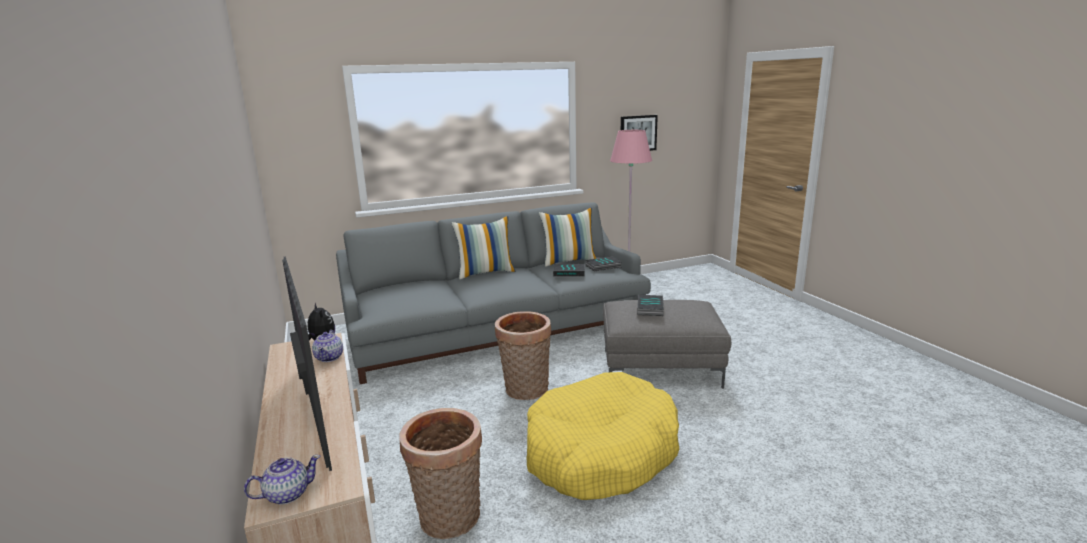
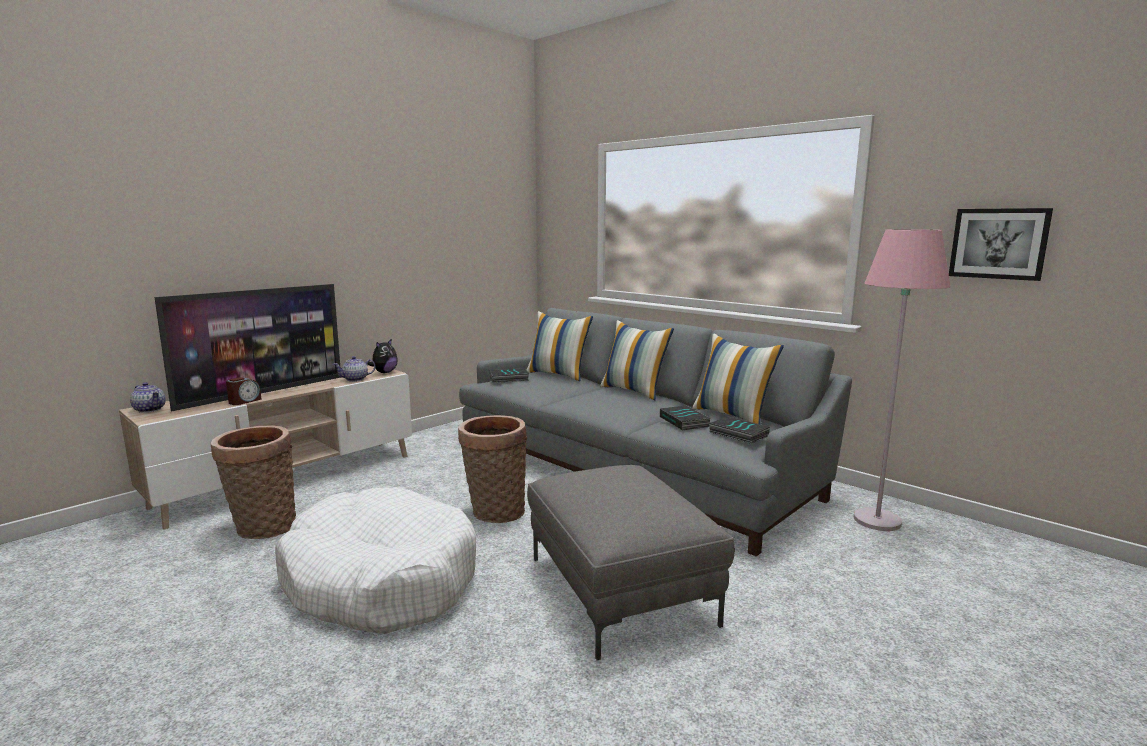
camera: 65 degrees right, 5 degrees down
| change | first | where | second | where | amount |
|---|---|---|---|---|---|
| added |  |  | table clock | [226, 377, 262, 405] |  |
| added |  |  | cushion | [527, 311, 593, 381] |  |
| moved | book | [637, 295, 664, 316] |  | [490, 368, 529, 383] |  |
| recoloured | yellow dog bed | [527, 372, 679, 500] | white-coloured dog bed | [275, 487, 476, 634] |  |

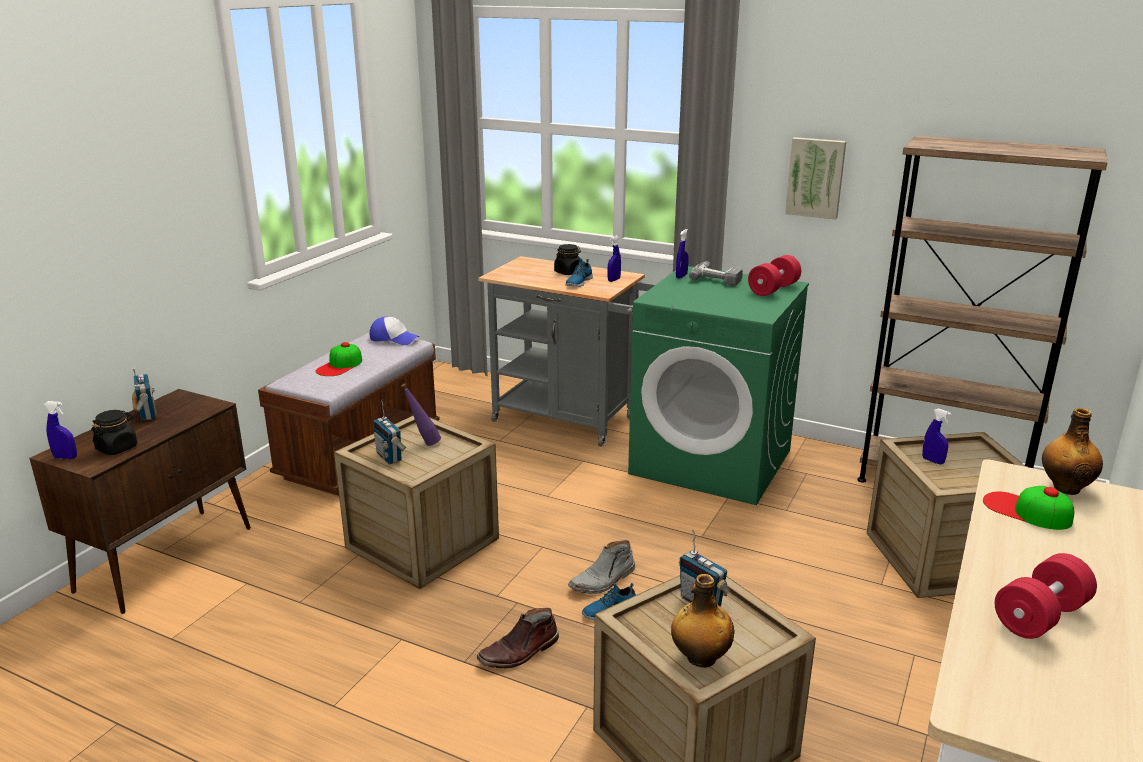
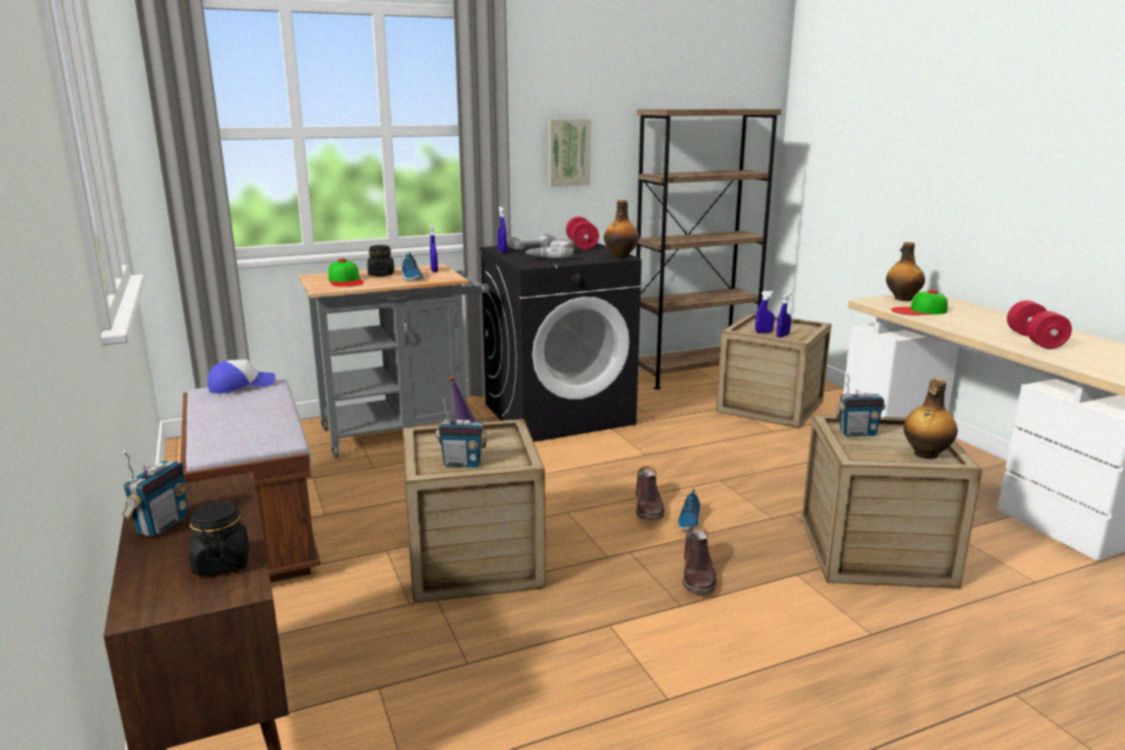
camera: 50 degrees left, 5 degrees down
| change | first | where | second | where | amount |
|---|---|---|---|---|---|
| added |  |  | power drill | [525, 239, 574, 259] |  |
| added |  |  | drink bottle | [604, 200, 639, 259] |  |
| moved | bluish hand sprayer | [44, 401, 77, 459] |  | [777, 293, 792, 337] |  |
| moved | cap | [316, 342, 362, 376] |  | [328, 259, 364, 287] |  |
| recoloured | grey high-top boot | [568, 540, 635, 594] | brown-coloured high-top boot | [636, 466, 665, 519] |  |
| recoloured | greenish laundry appliance | [628, 266, 809, 505] | black-coloured laundry appliance | [479, 243, 642, 442] |  |
| turned | radio receiver | [132, 367, 157, 421] |  | [122, 451, 187, 537] | 90 degrees clockwise |

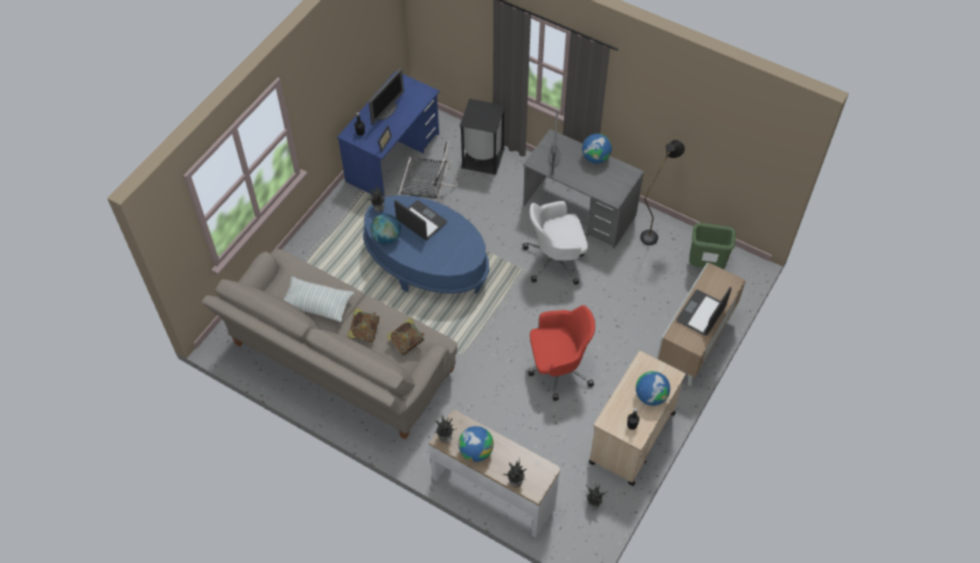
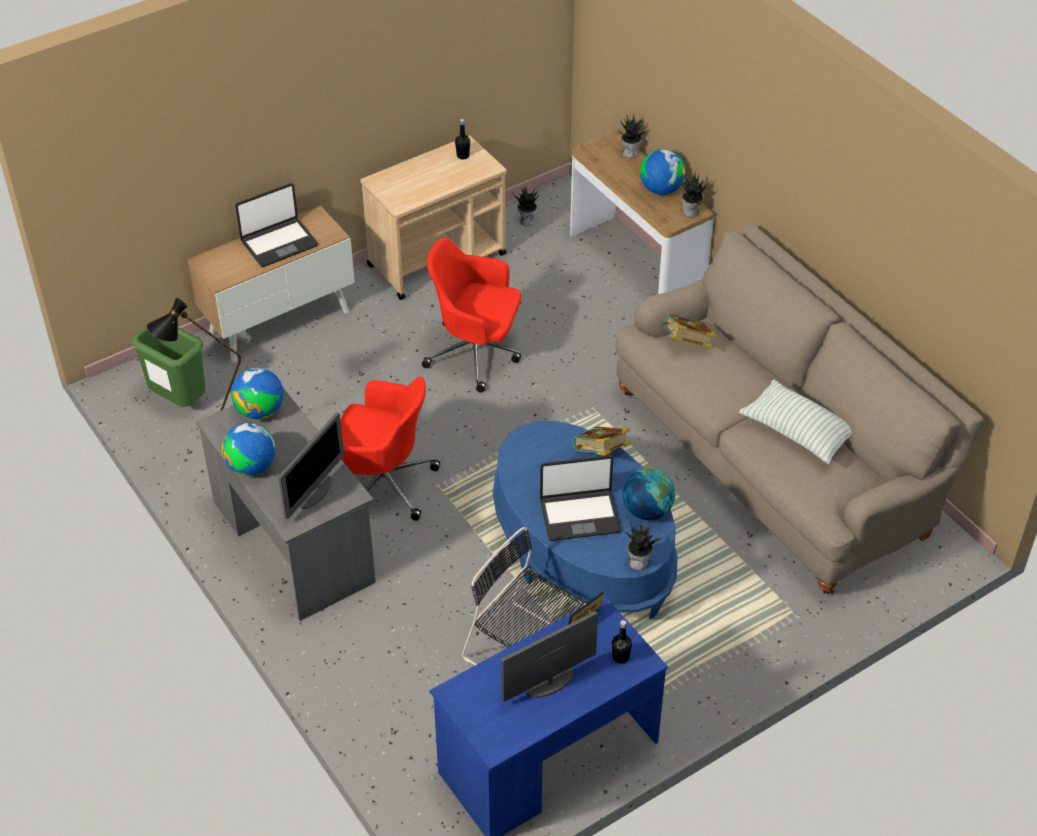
camera: 155 degrees left, 10 degrees down
| change | first | where | second | where | amount |
|---|---|---|---|---|---|
| removed | black-coloured rubbish bin | [460, 99, 505, 175] |  |  |  |
| moved | book | [347, 308, 379, 342] |  | [573, 426, 631, 456] |  |
| moved | world globe | [636, 371, 670, 406] |  | [231, 368, 283, 419] |  |
| recoloured | white-coloured office chair | [523, 201, 588, 285] | red-coloured office chair | [340, 377, 440, 521] |  |
| turned | laptop | [394, 200, 447, 240] |  | [540, 455, 621, 541] | 75 degrees counterclockwise |

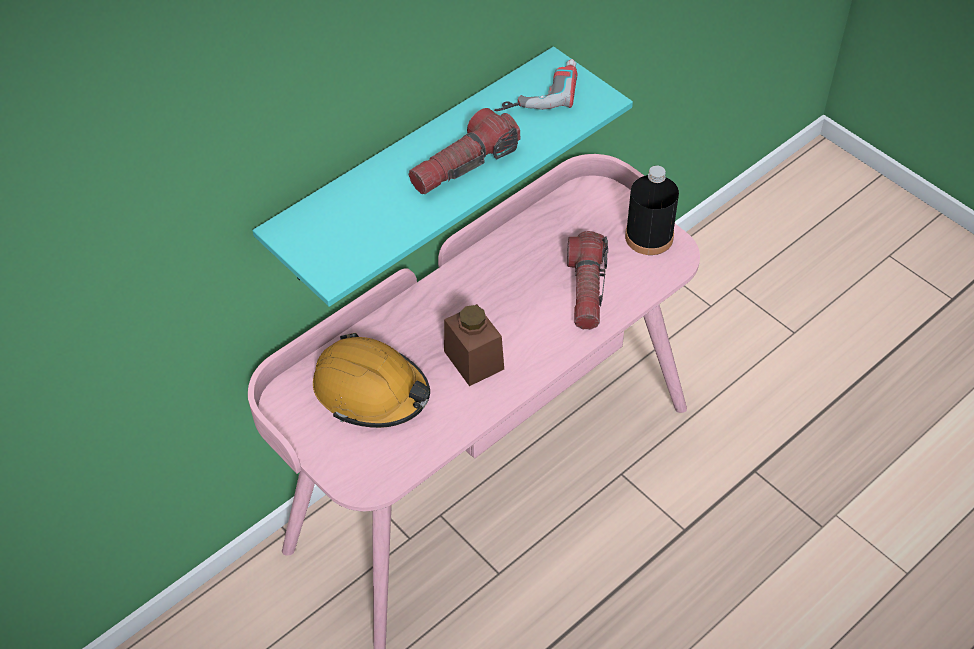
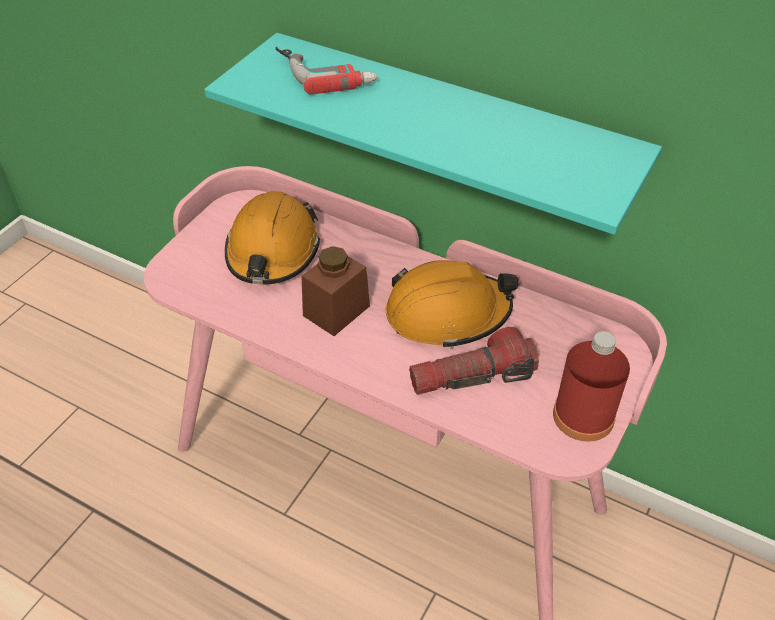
camera: 70 degrees right, 5 degrees down
| change | first | where | second | where | amount |
|---|---|---|---|---|---|
| removed | hand torch | [409, 108, 520, 194] |  |  |  |
| added |  |  | orangey work helmet | [386, 260, 518, 349] |  |
| moved | power drill | [494, 59, 577, 111] |  | [276, 47, 378, 95] |  |
| recoloured | black-coloured drink bottle | [625, 166, 679, 255] | red-coloured drink bottle | [553, 331, 630, 442] |  |

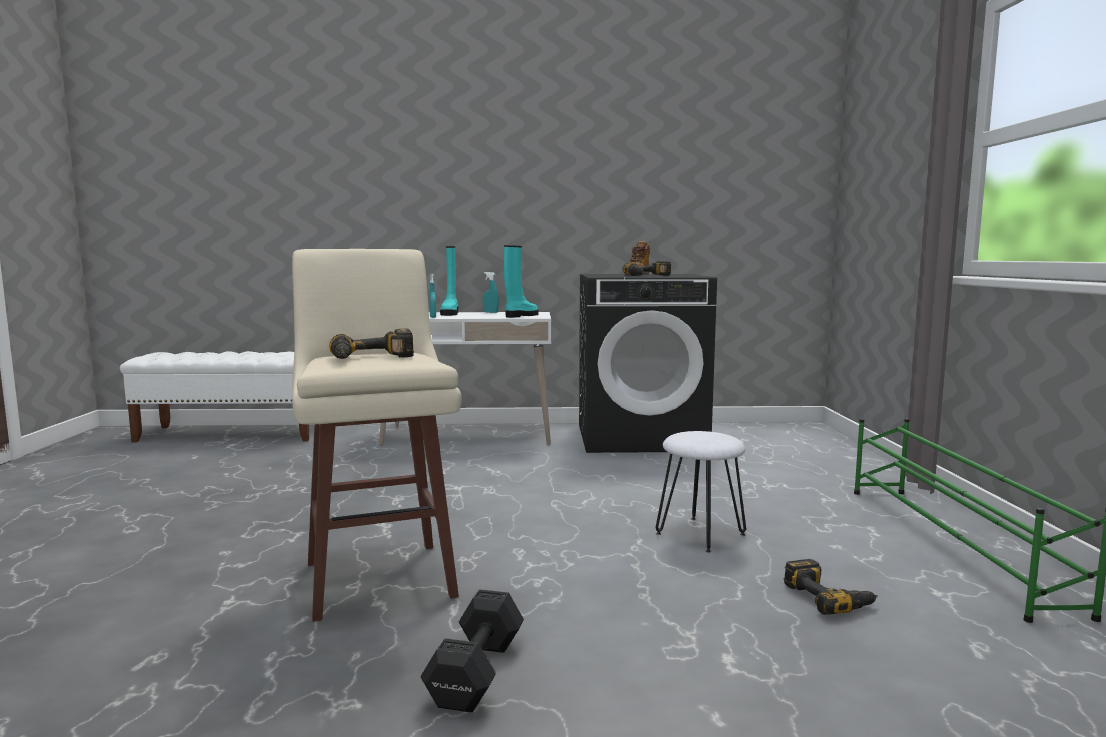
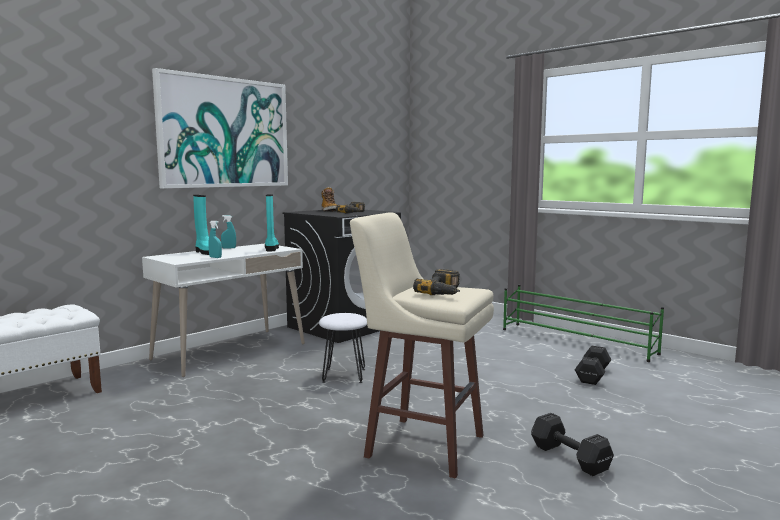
camera: 45 degrees left, 0 degrees up
| change | first | where | second | where | amount |
|---|---|---|---|---|---|
| added |  |  | wall picture | [152, 68, 288, 189] |  |
| moved | white-coloured stool | [656, 431, 746, 552] |  | [319, 313, 367, 383] |  |
| replaced | power drill | [784, 559, 878, 615] | black-coloured free weight | [575, 345, 611, 385] |  |

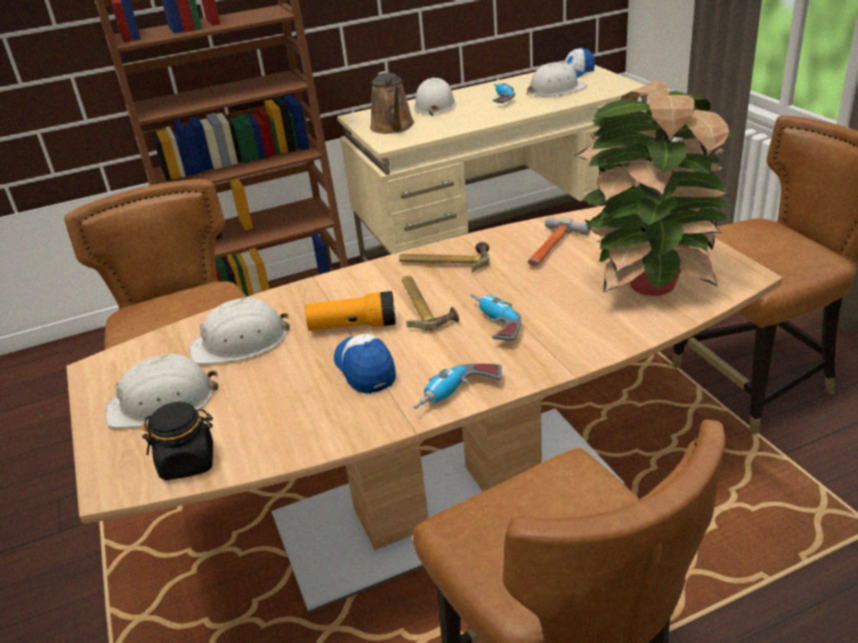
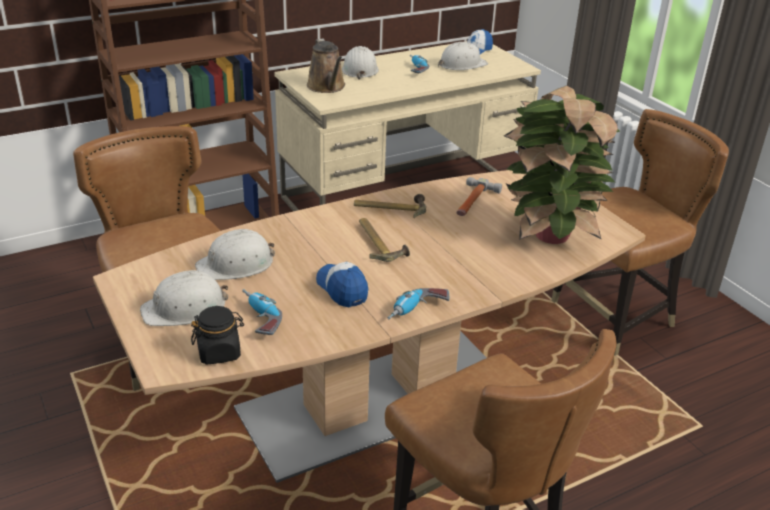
camera: 10 degrees left, 0 degrees up
| change | first | where | second | where | amount |
|---|---|---|---|---|---|
| removed | hand torch | [305, 291, 396, 331] |  |  |  |
| moved | power drill | [470, 294, 521, 341] |  | [242, 289, 282, 335] |  |

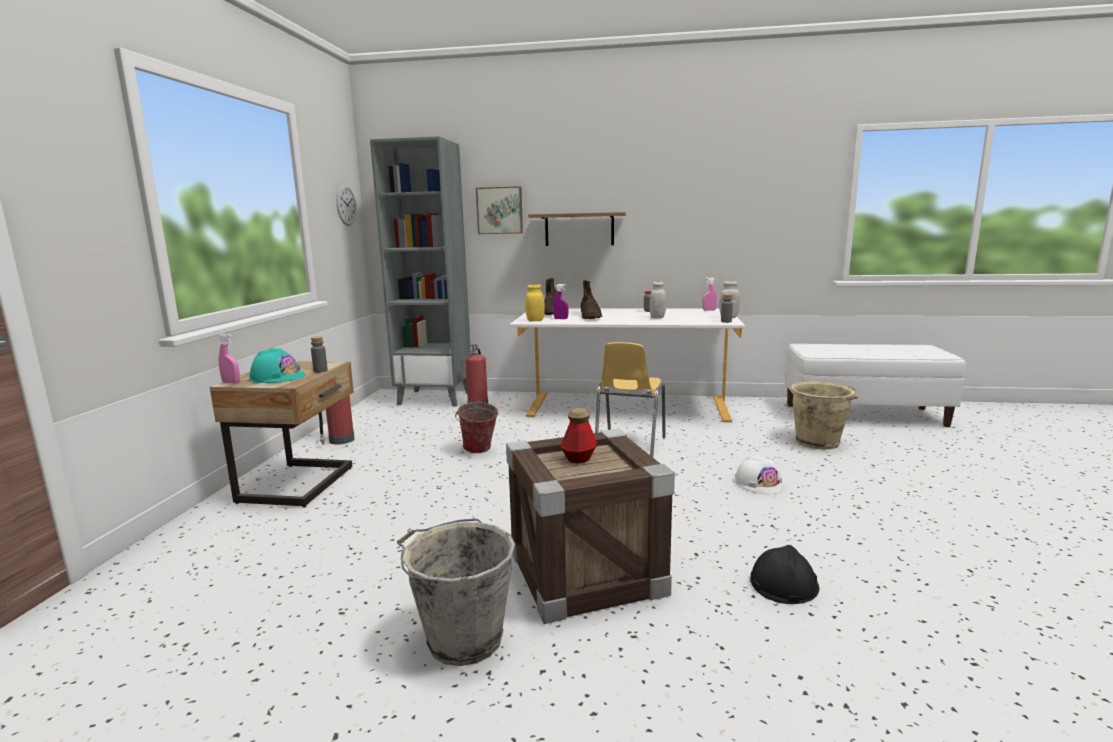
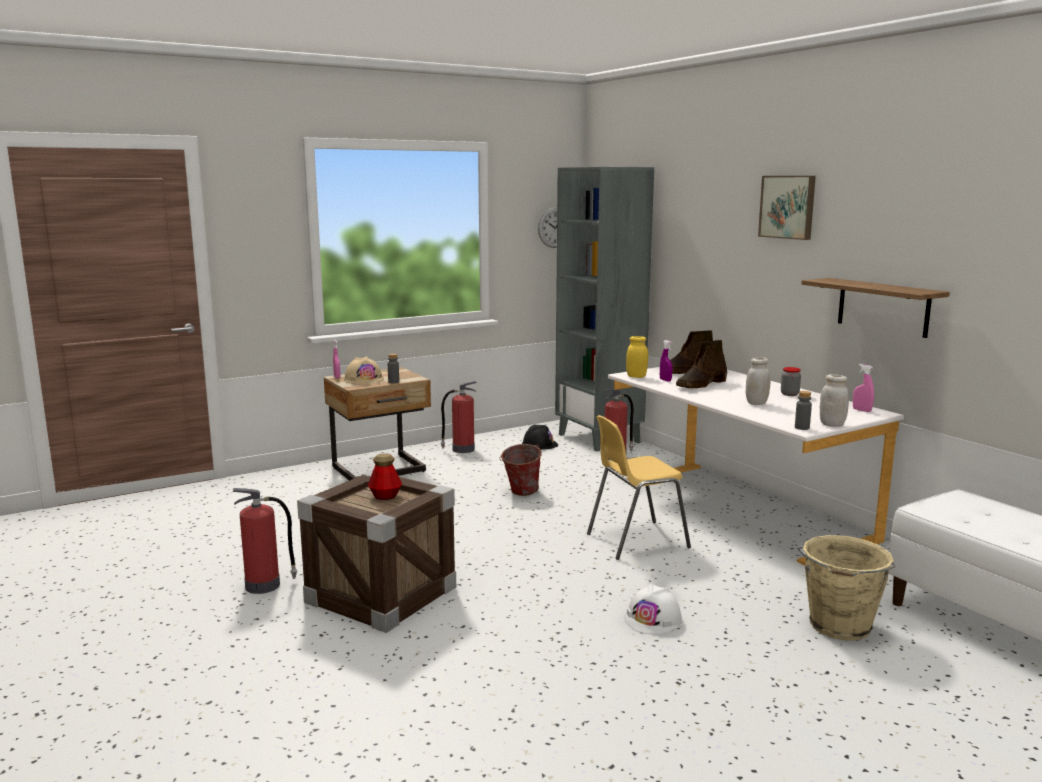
camera: 50 degrees right, 0 degrees up
| change | first | where | second | where | amount |
|---|---|---|---|---|---|
| moved | wall picture | [476, 186, 523, 234] |  | [758, 176, 816, 240] |  |
| moved | wall shelf | [528, 212, 626, 246] |  | [801, 278, 950, 338] |  |
| moved | black-coloured work helmet | [750, 545, 819, 604] |  | [522, 425, 558, 450] |  |
| replaced | grey pail | [397, 519, 515, 666] | extinguisher | [233, 488, 297, 594] |  |
| recoloured | turquoise work helmet | [249, 348, 305, 383] | sand-coloured work helmet | [344, 356, 384, 385] |  |

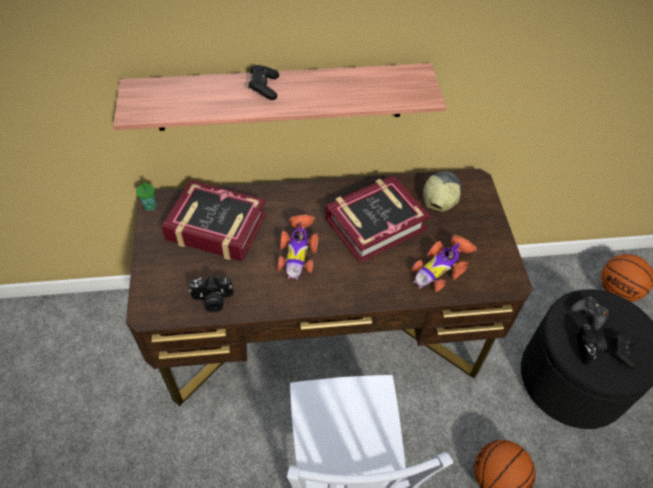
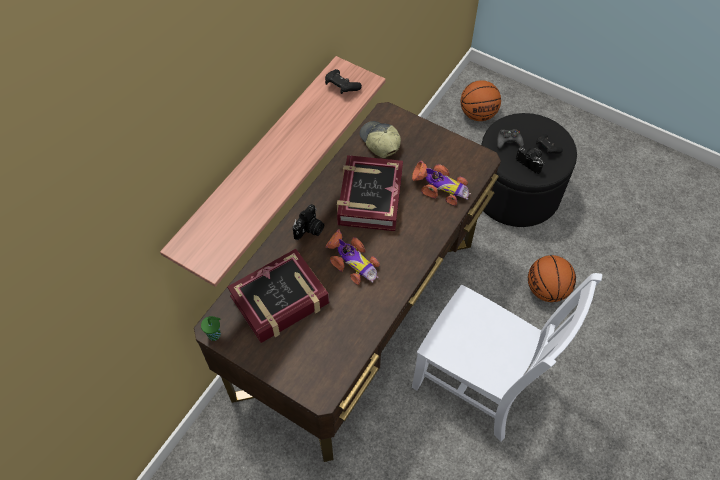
camera: 50 degrees left, 5 degrees up
| change | first | where | second | where | amount |
|---|---|---|---|---|---|
| moved | photo camera | [189, 276, 233, 312] |  | [293, 204, 324, 240] |  |
| moved | black-coloured gamepad | [248, 65, 279, 100] |  | [325, 69, 362, 94] |  |
| turned | miniature car | [411, 235, 477, 292] |  | [412, 161, 471, 205] | 60 degrees counterclockwise |

